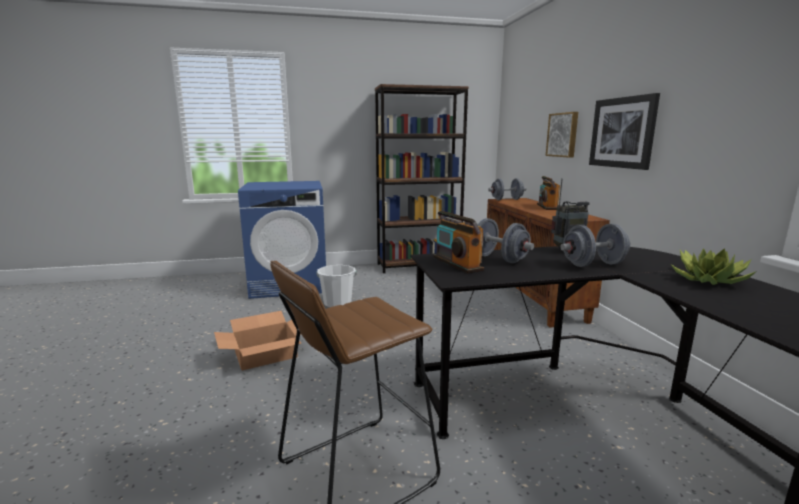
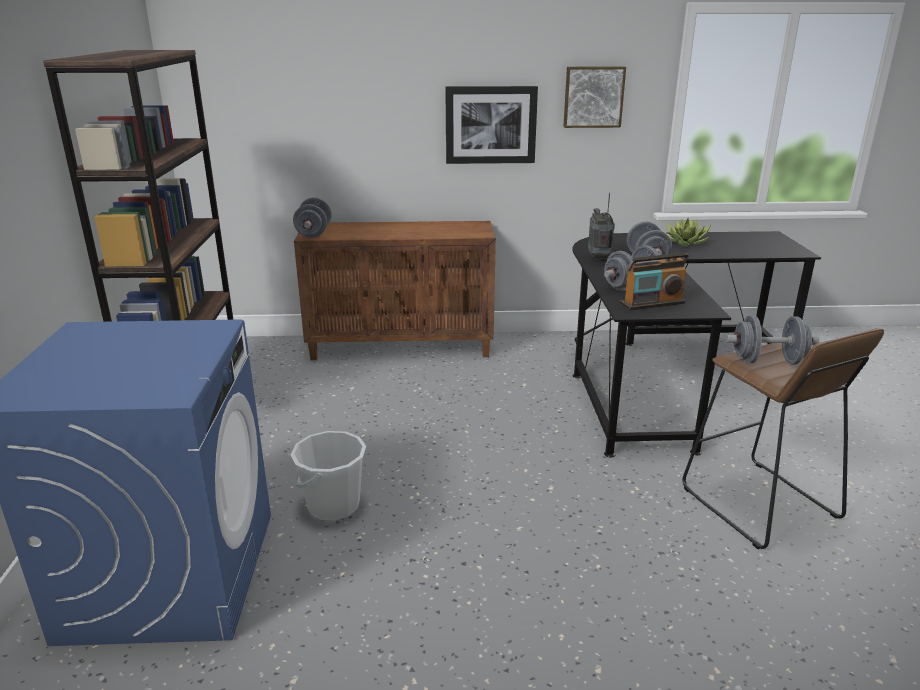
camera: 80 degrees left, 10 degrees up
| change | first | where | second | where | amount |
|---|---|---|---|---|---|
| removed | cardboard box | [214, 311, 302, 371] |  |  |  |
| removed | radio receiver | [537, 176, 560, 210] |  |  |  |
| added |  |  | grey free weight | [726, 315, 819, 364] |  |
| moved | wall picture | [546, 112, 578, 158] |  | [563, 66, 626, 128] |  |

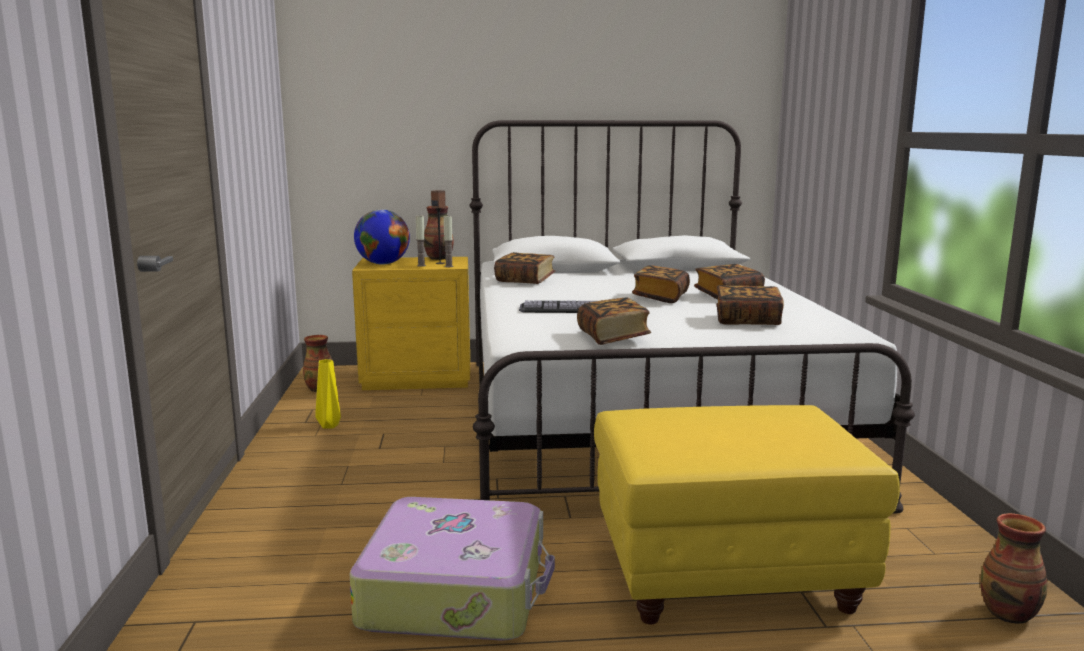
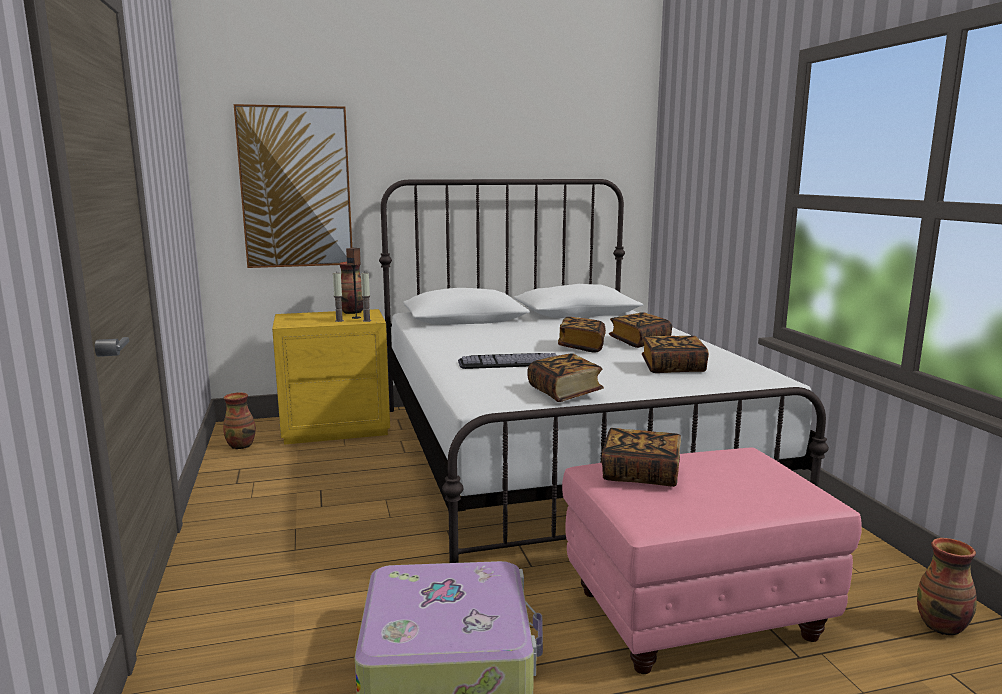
camera: 10 degrees left, 0 degrees up
| change | first | where | second | where | amount |
|---|---|---|---|---|---|
| removed | yellow decorative vase | [315, 359, 341, 429] |  |  |  |
| removed | world globe | [354, 209, 410, 265] |  |  |  |
| added |  |  | wall picture | [234, 104, 352, 268] |  |
| moved | book | [494, 252, 555, 284] |  | [602, 428, 681, 487] |  |
| recoloured | yellow footrest | [594, 405, 900, 624] | pink-coloured footrest | [562, 447, 862, 674] |  |

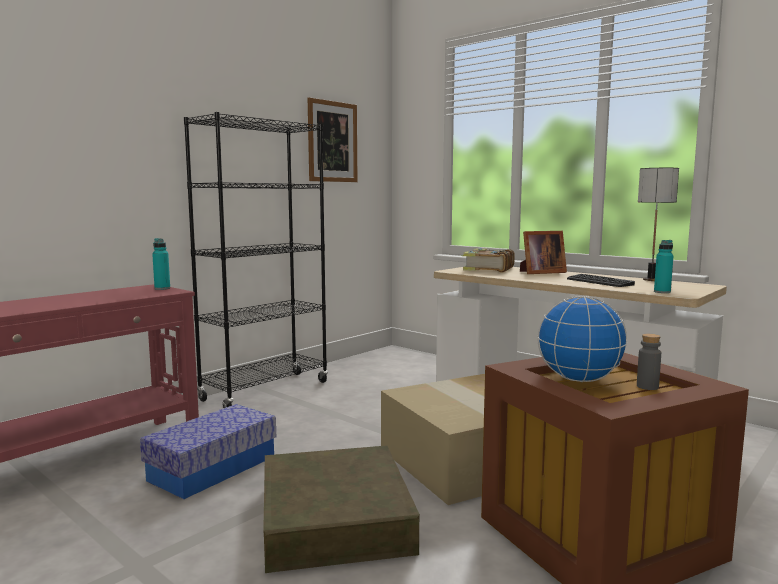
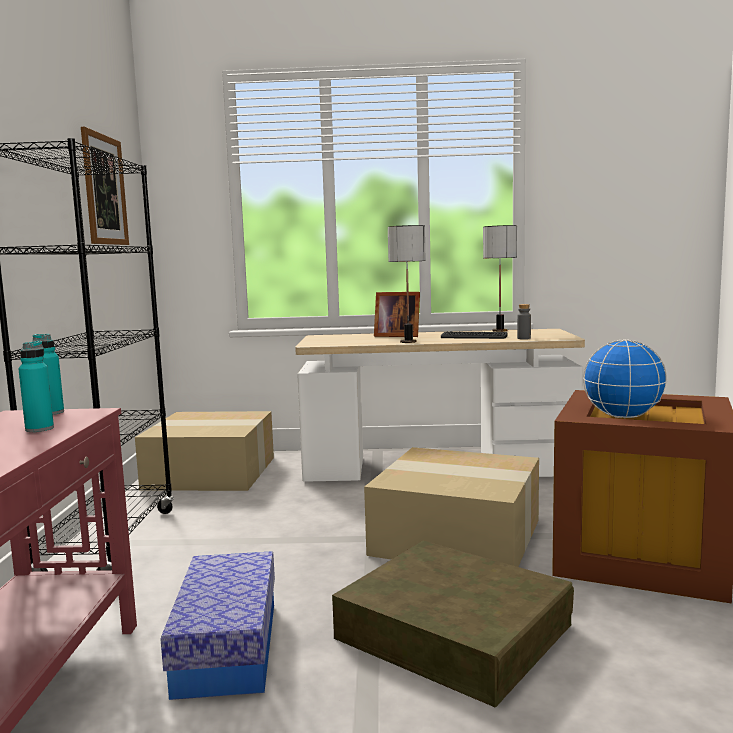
camera: 40 degrees left, 0 degrees up
| change | first | where | second | where | amount |
|---|---|---|---|---|---|
| removed | book | [461, 248, 515, 272] |  |  |  |
| added |  |  | cardboard box | [135, 411, 274, 491] |  |
| added |  |  | lamp for a table | [388, 225, 426, 343] |  |
| moved | grey drink bottle | [637, 334, 661, 390] |  | [517, 304, 531, 339] |  |
| moved | turquoise drink bottle | [654, 240, 674, 293] |  | [18, 341, 54, 432] |  |
| turned | photo frame | [520, 231, 567, 274] |  | [374, 292, 420, 337] | 75 degrees clockwise |

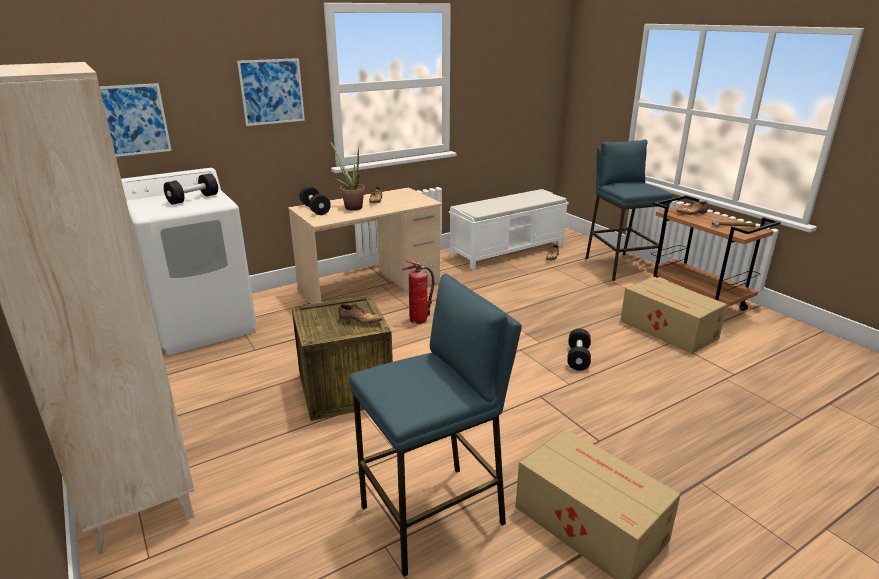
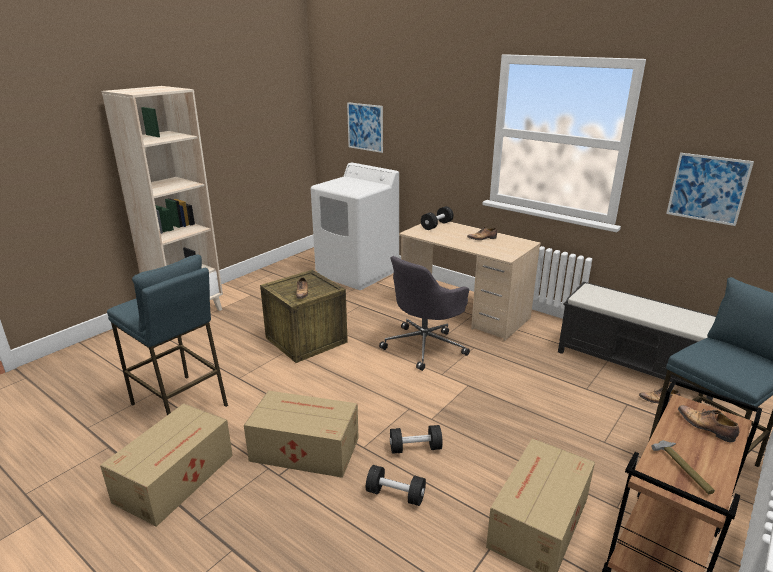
camera: 70 degrees right, 0 degrees up
| change | first | where | second | where | amount |
|---|---|---|---|---|---|
| removed | potted plant | [329, 140, 365, 210] |  |  |  |
| added |  |  | cardboard box | [244, 391, 359, 478] |  |
| moved | black-coloured free weight | [164, 173, 218, 205] |  | [366, 465, 426, 506] |  |
| moved | wall picture | [237, 58, 305, 126] |  | [666, 153, 754, 226] |  |
| replaced | extinguisher | [402, 260, 435, 324] | grey office chair | [379, 256, 470, 371] |  |
| recoloured | white-coloured long seat | [449, 189, 569, 269] | black-coloured long seat | [558, 282, 716, 404] |  |

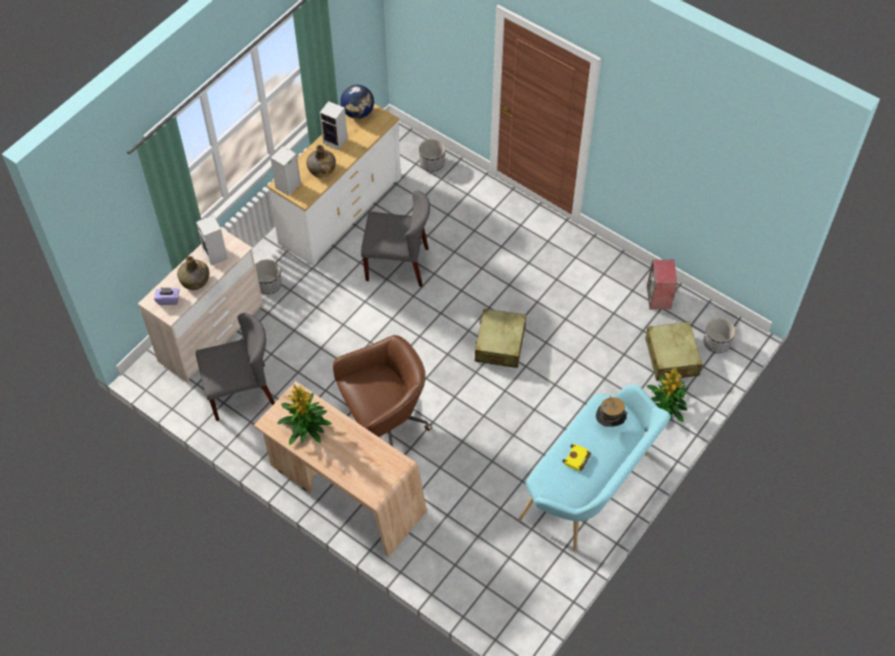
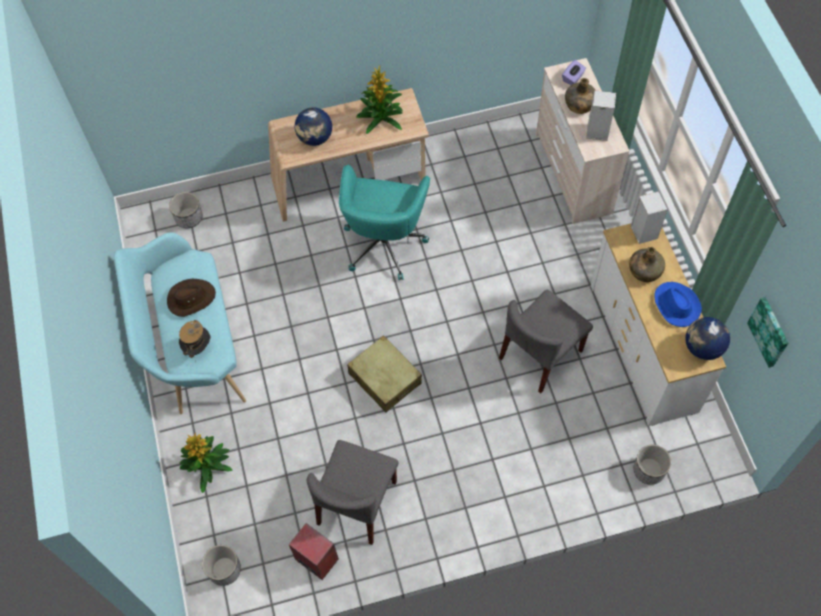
camera: 130 degrees right, 5 degrees up
| change | first | where | second | where | amount |
|---|---|---|---|---|---|
| removed | sand-coloured travel case | [645, 322, 702, 381] |  |  |  |
| added |  |  | world globe | [295, 108, 332, 146] |  |
| added |  |  | wall picture | [747, 297, 788, 368] |  |
| moved | grey plain chair | [196, 313, 275, 421] |  | [307, 440, 399, 545] |  |
| moved | plant pot | [255, 260, 282, 294] |  | [169, 192, 203, 228] |  |
| replaced | loudspeaker | [319, 101, 348, 150] | bluish hat | [655, 282, 702, 327] |  |
| replaced | yellow book | [562, 444, 591, 471] | brown-coloured hat | [167, 278, 216, 317] |  |
| recoloured | brown-coloured office chair | [333, 335, 432, 447] | turquoise office chair | [339, 165, 430, 280] |  |

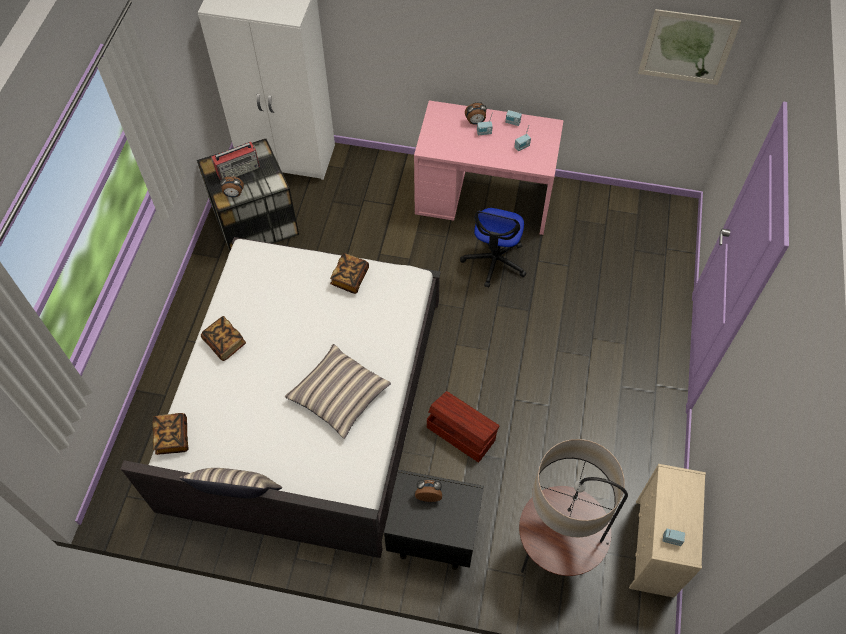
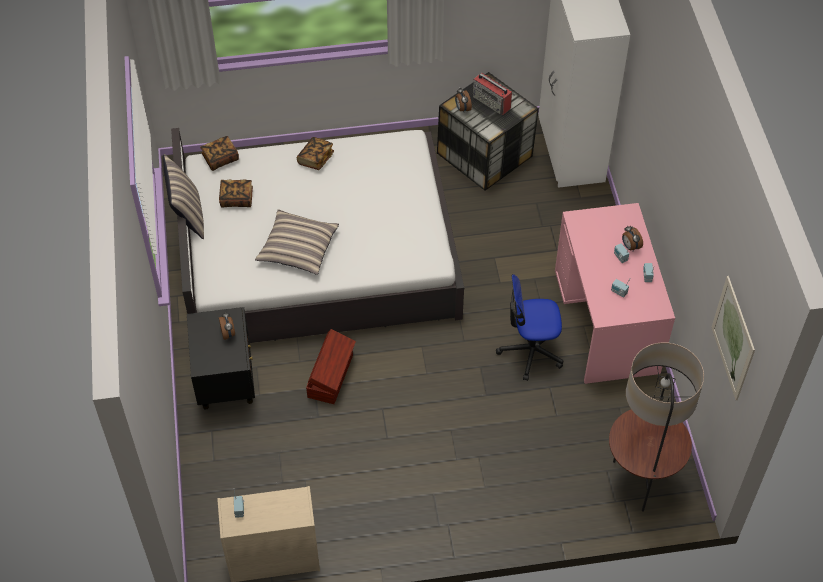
camera: 70 degrees right, 5 degrees down
| change | first | where | second | where | amount |
|---|---|---|---|---|---|
| moved | book | [330, 253, 369, 294] |  | [219, 180, 253, 208] |  |
| moved | standing lamp | [519, 439, 628, 576] |  | [609, 342, 704, 512] |  |

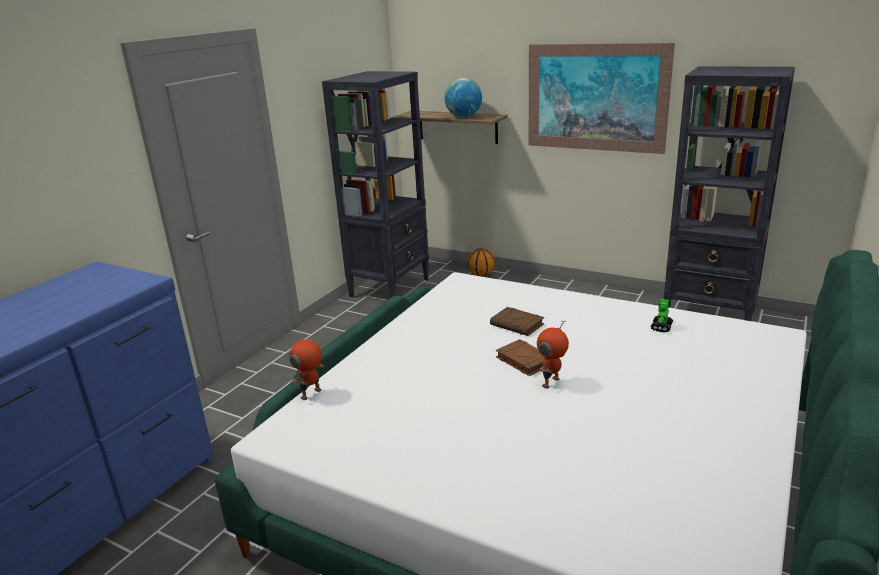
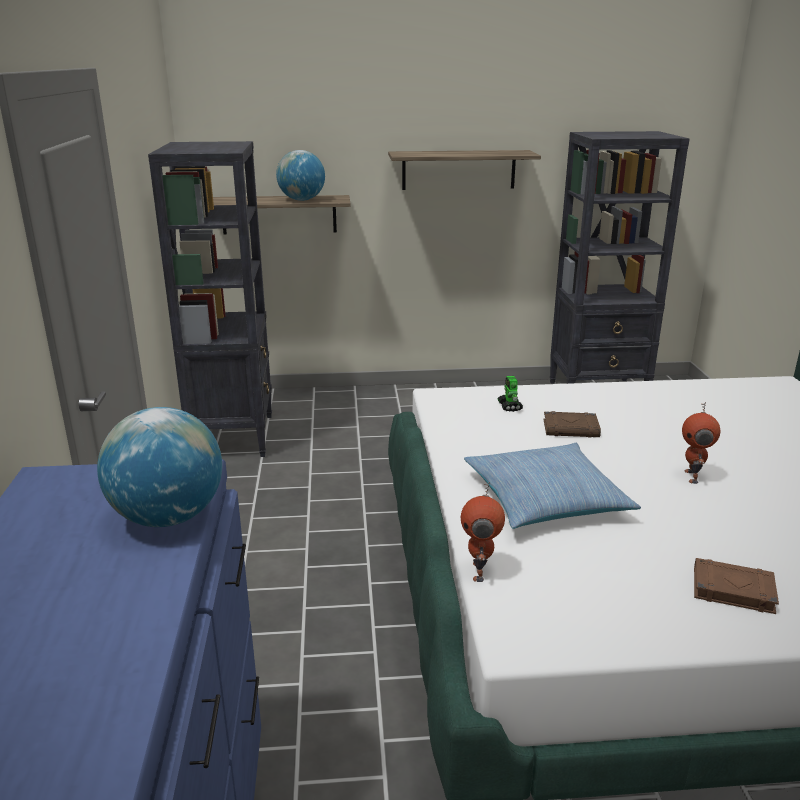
camera: 35 degrees left, 0 degrees up
| change | first | where | second | where | amount |
|---|---|---|---|---|---|
| removed | ball for basketball | [467, 248, 495, 276] |  |  |  |
| added |  |  | world globe | [97, 407, 222, 527] |  |
| added |  |  | cushion | [464, 443, 641, 529] |  |
| moved | brown-coloured book | [496, 339, 545, 376] |  | [694, 558, 779, 614] |  |
| moved | robot figure | [651, 299, 673, 332] |  | [498, 376, 523, 412] |  |
| replaced | wall picture | [529, 43, 675, 154] | wall shelf | [388, 150, 541, 190] |  |

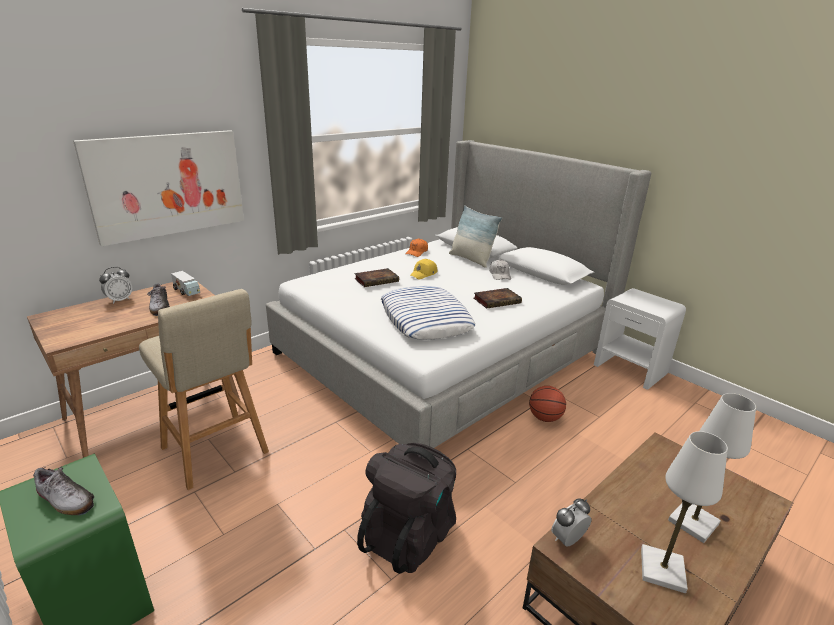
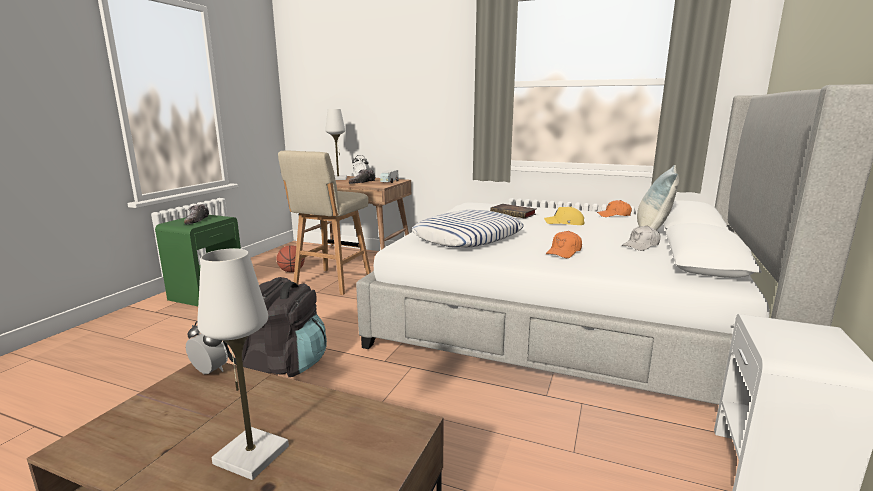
camera: 65 degrees right, 10 degrees down
| change | first | where | second | where | amount |
|---|---|---|---|---|---|
| removed | wall picture | [73, 130, 244, 246] |  |  |  |
| moved | ball for basketball | [529, 386, 566, 422] |  | [277, 245, 305, 272] |  |
| moved | white-coloured lamp for a table | [641, 431, 728, 593] |  | [325, 109, 347, 180] |  |
| replaced | book | [474, 288, 522, 309] | orangey cap | [546, 231, 582, 258] |  |

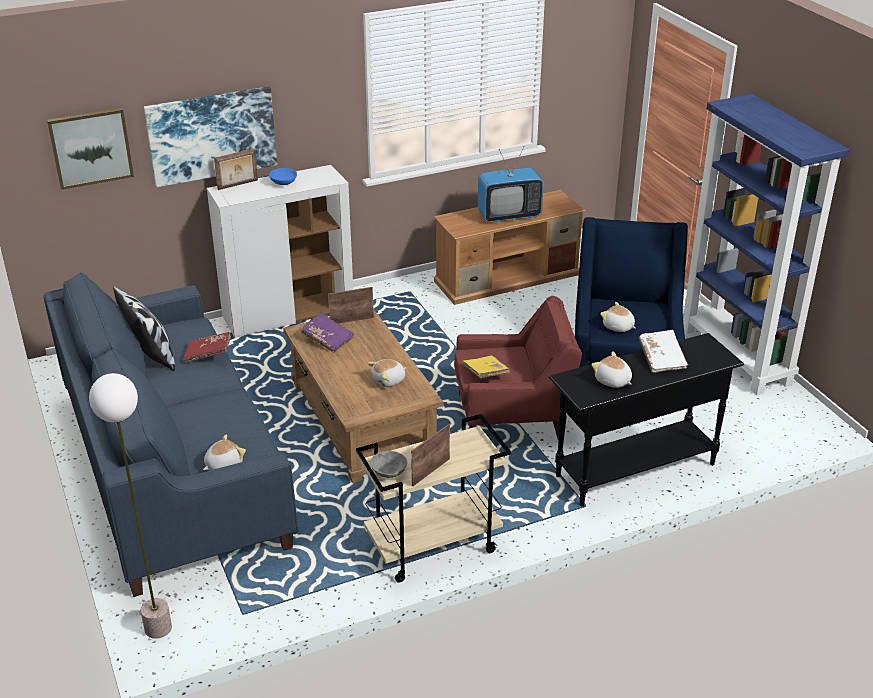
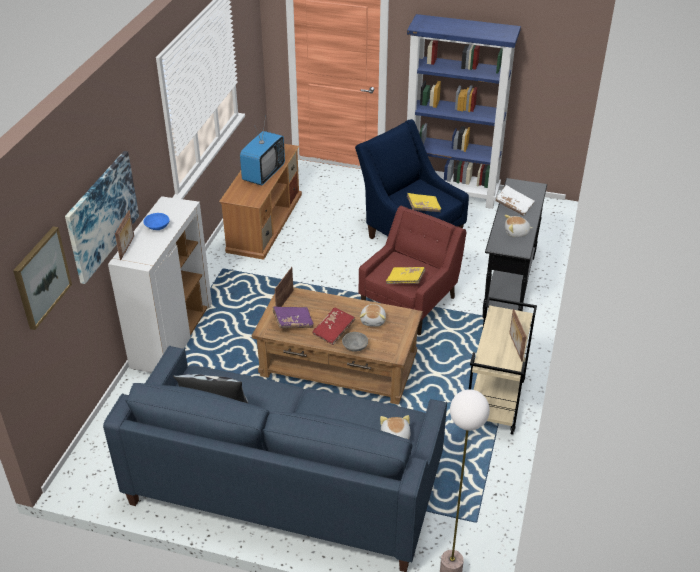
camera: 50 degrees left, 5 degrees up
| change | first | where | second | where | amount |
|---|---|---|---|---|---|
| moved | red-coloured book | [183, 332, 231, 363] |  | [312, 308, 355, 345] |  |
| moved | grey deep dish | [370, 451, 407, 478] |  | [342, 332, 368, 352] |  |
| replaced | plush toy | [600, 302, 636, 332] | yellow book | [407, 193, 441, 212] |  |

